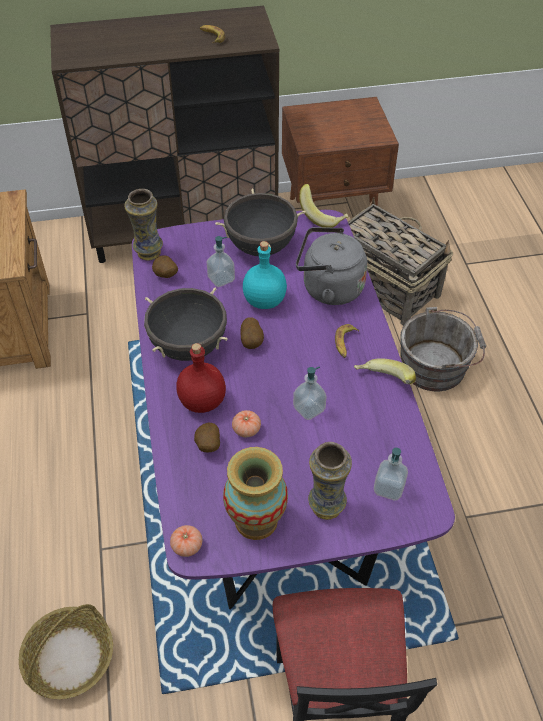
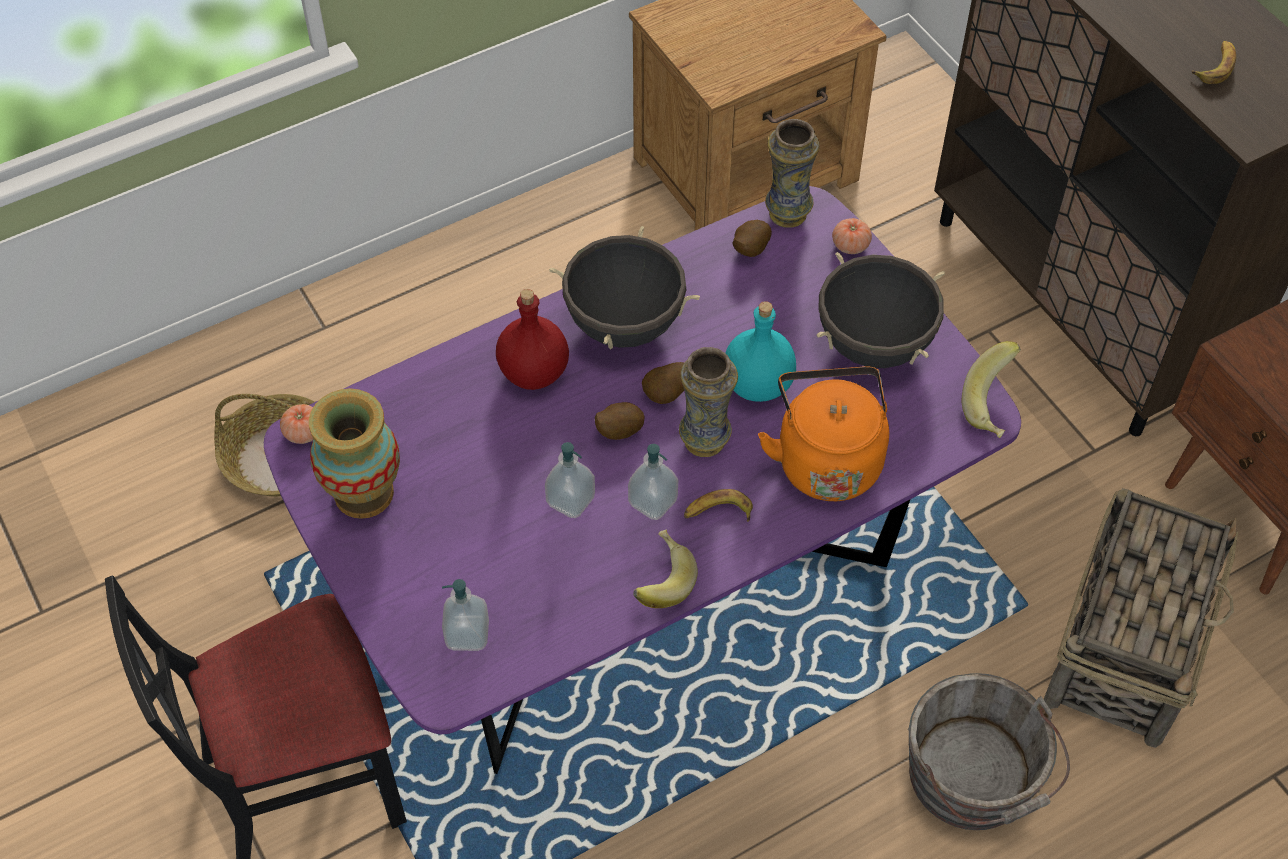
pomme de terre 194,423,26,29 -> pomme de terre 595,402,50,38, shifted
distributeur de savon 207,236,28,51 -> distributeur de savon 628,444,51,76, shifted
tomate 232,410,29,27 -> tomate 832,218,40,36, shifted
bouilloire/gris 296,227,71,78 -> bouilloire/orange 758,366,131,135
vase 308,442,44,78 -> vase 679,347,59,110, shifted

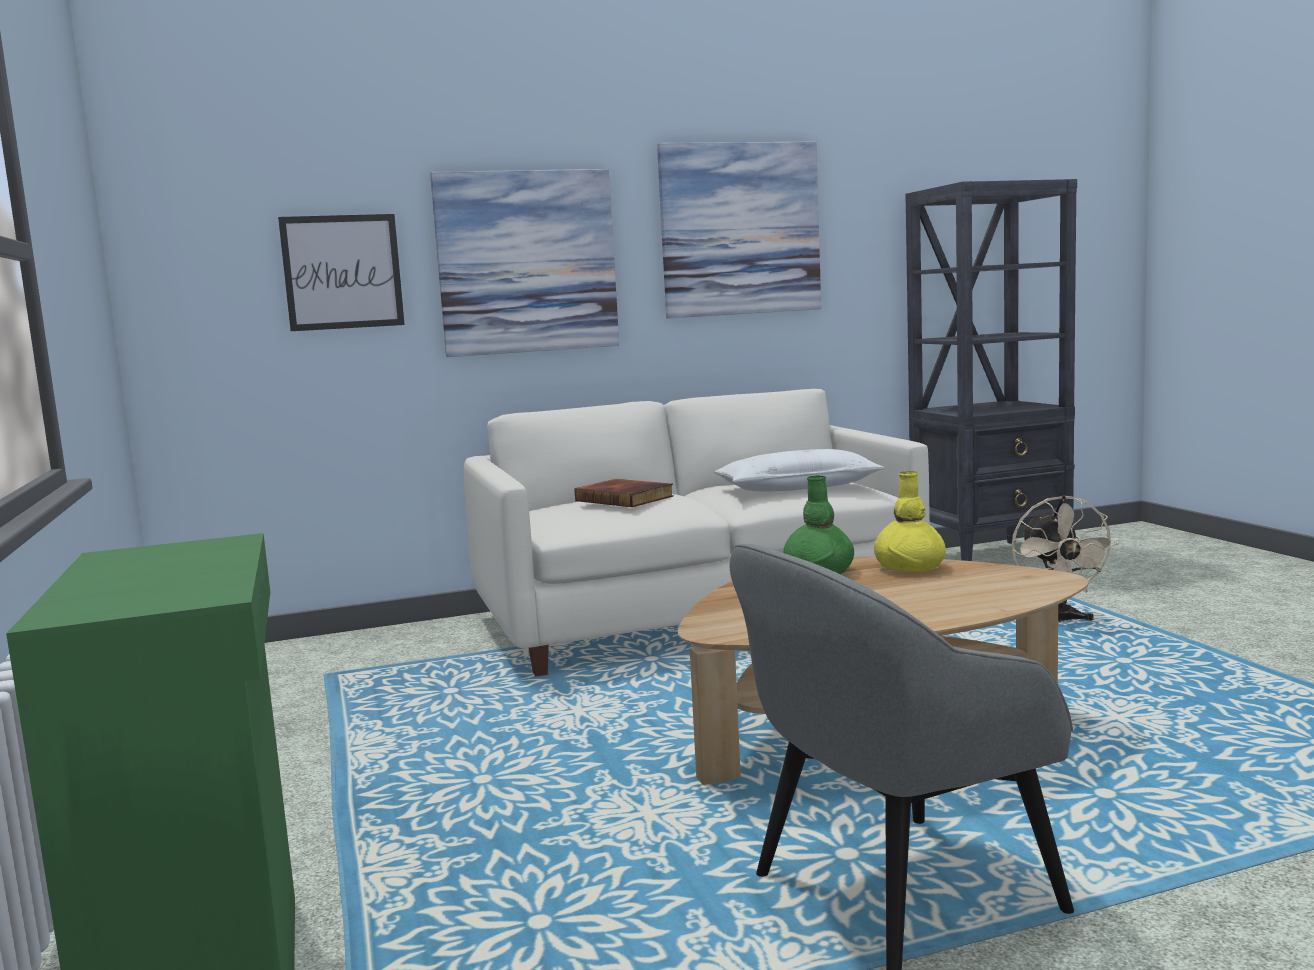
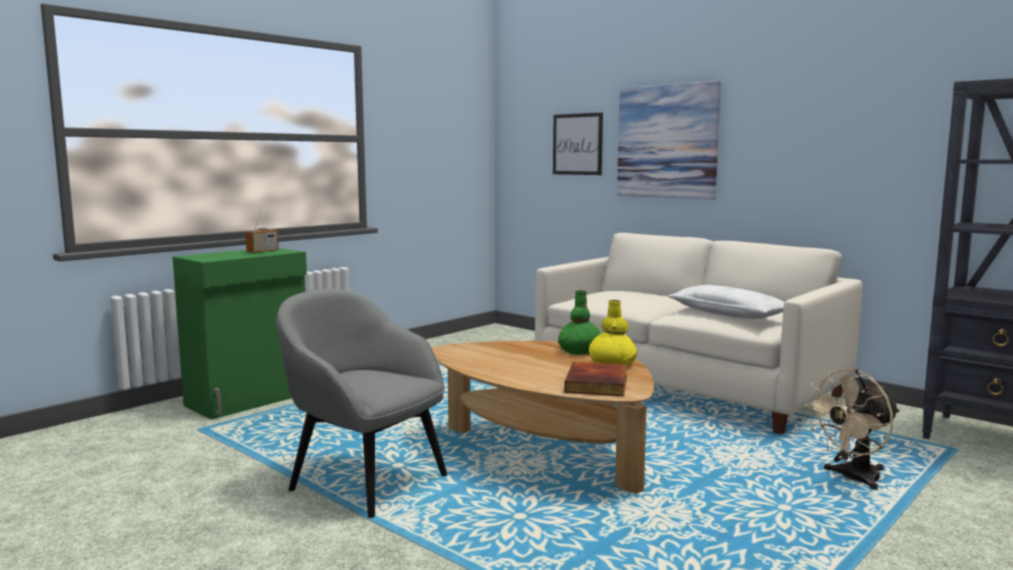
livre 574,479,100,28 -> livre 564,362,63,34, shifted
tableau 657,141,164,177 -> none
none -> radio 246,208,33,45

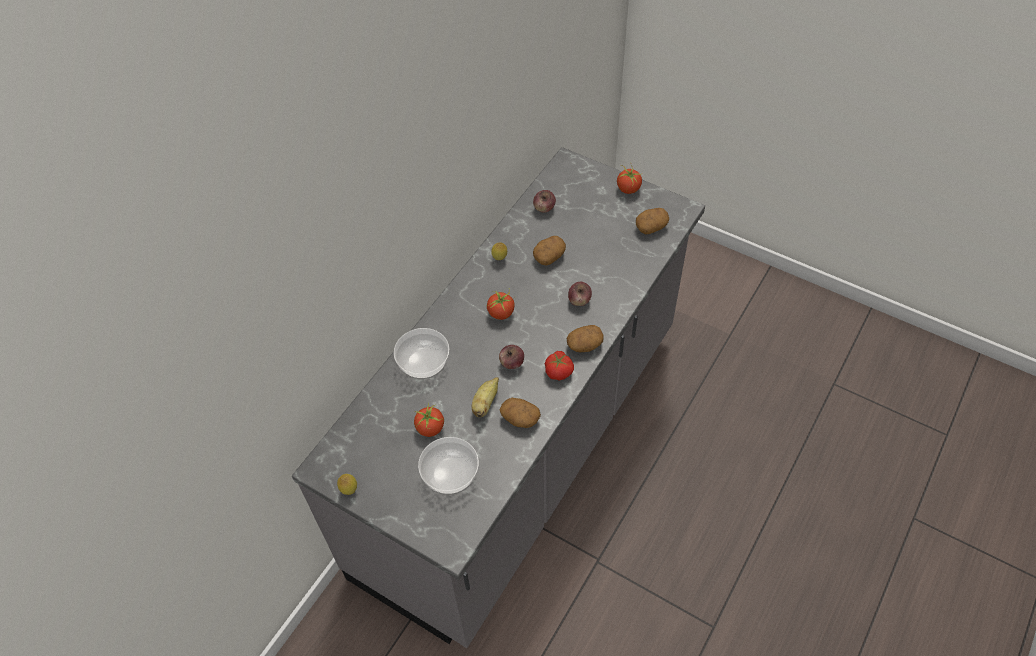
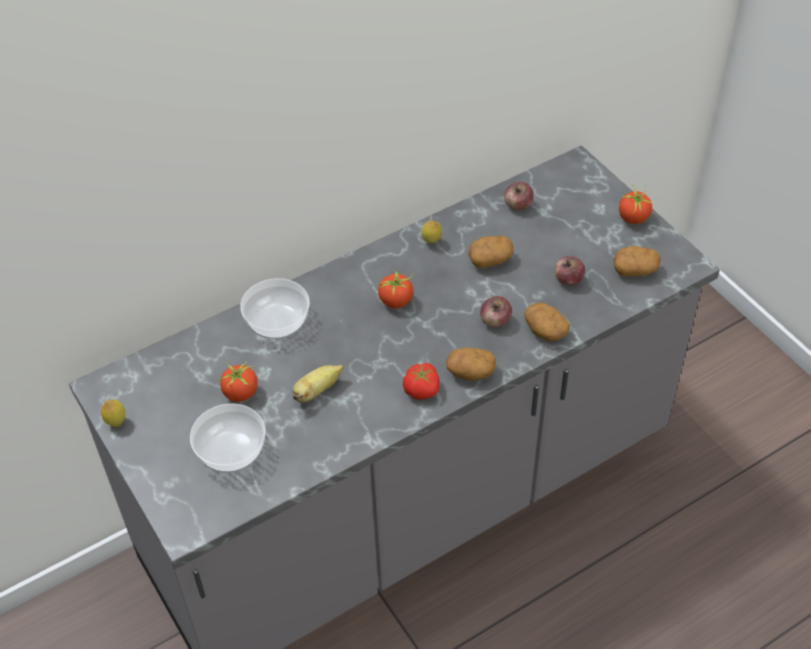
pomme 499,345,25,24 -> pomme 555,256,30,29, shifted
pomme de terre 500,398,41,30 -> pomme de terre 524,303,46,38, shifted

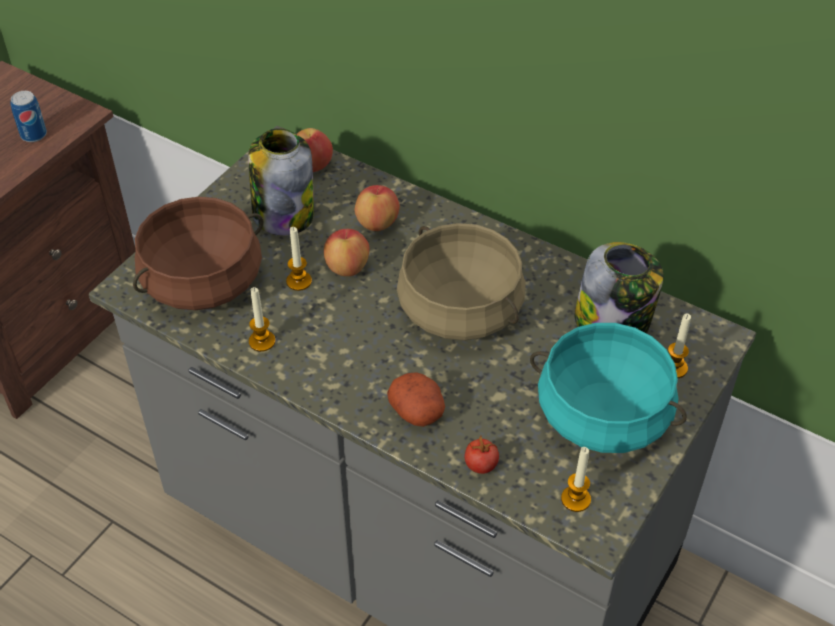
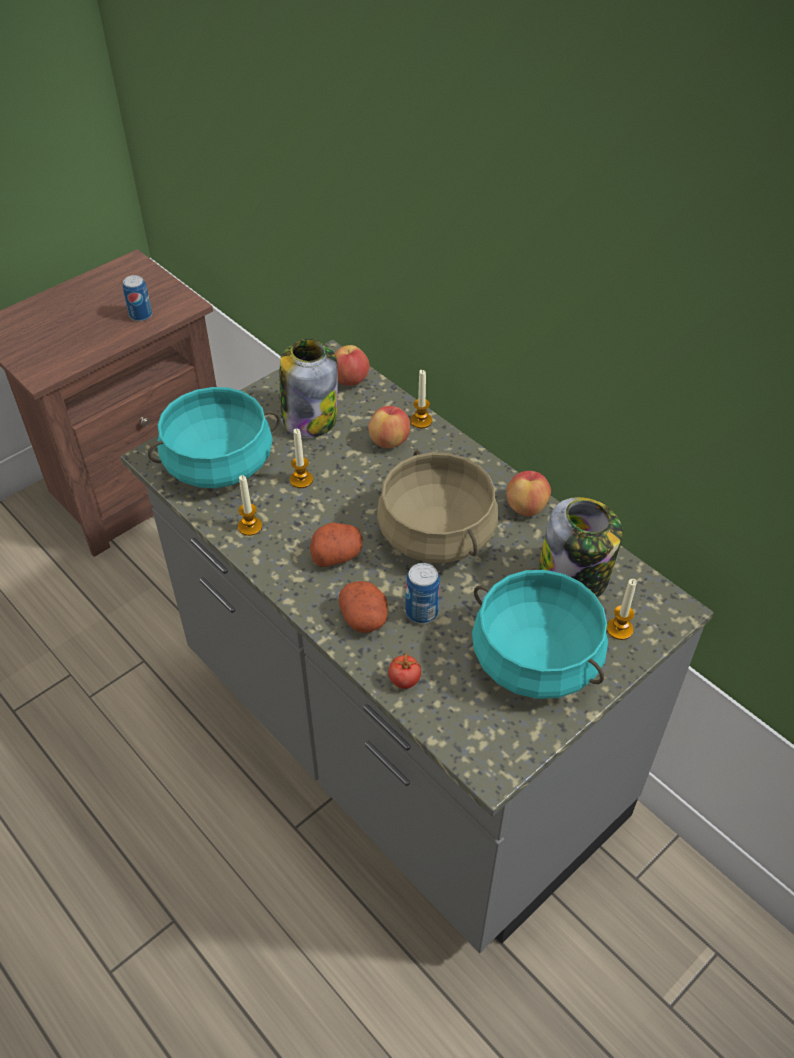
marmite/marron 133,197,131,113 -> marmite/turquoise 148,387,132,101
pomme 324,229,45,47 -> pomme 507,471,44,45, shifted
bougie 561,447,30,65 -> bougie 410,370,22,58, shifted
none -> pomme de terre 309,522,54,45
none -> boîte métallique 405,563,35,61

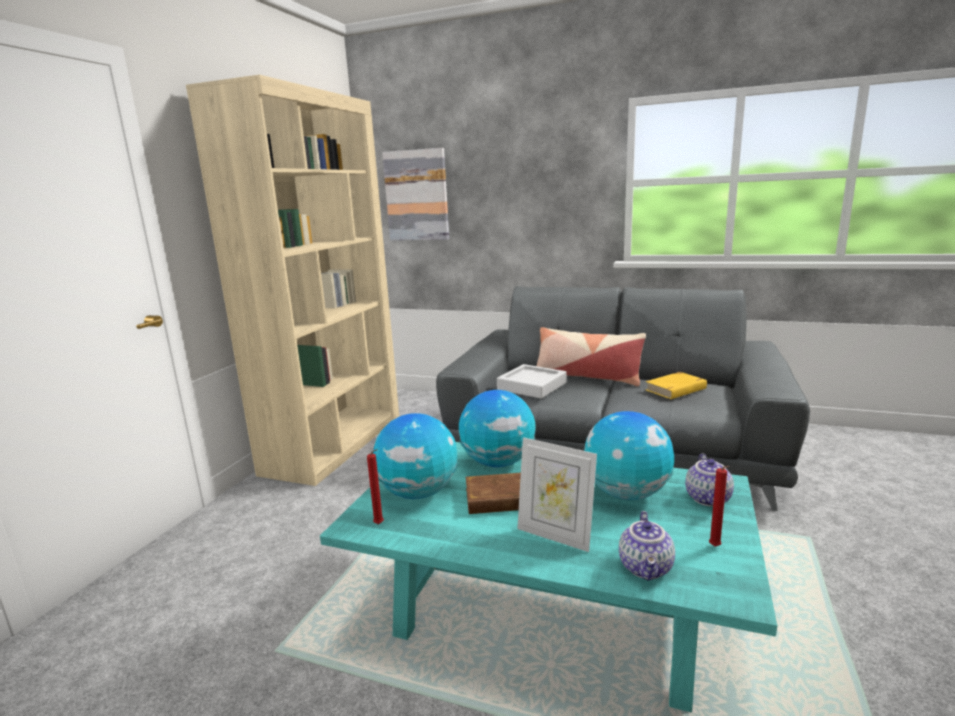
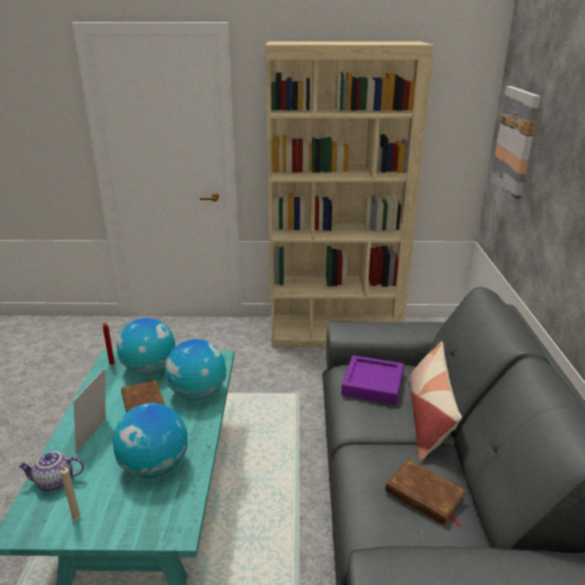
plateau/gris 497,364,69,35 -> plateau/violet 341,355,63,50
livre/jaune 645,372,62,27 -> livre/marron 385,459,81,68
théière 685,453,49,54 -> none
bougie/rouge 709,466,20,81 -> bougie/beige 55,467,26,54

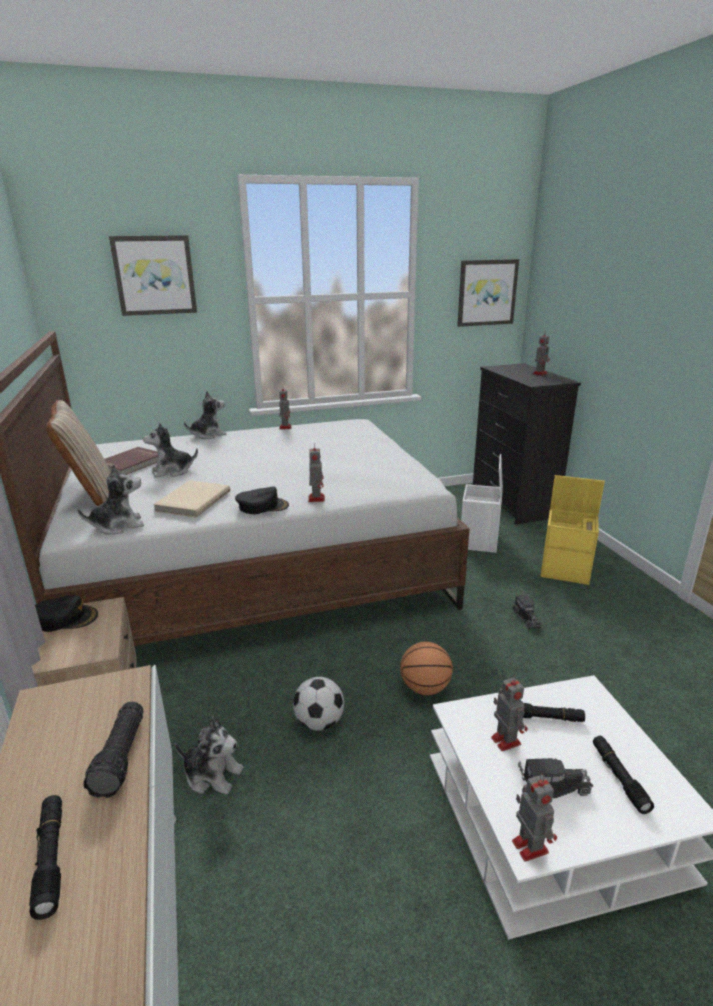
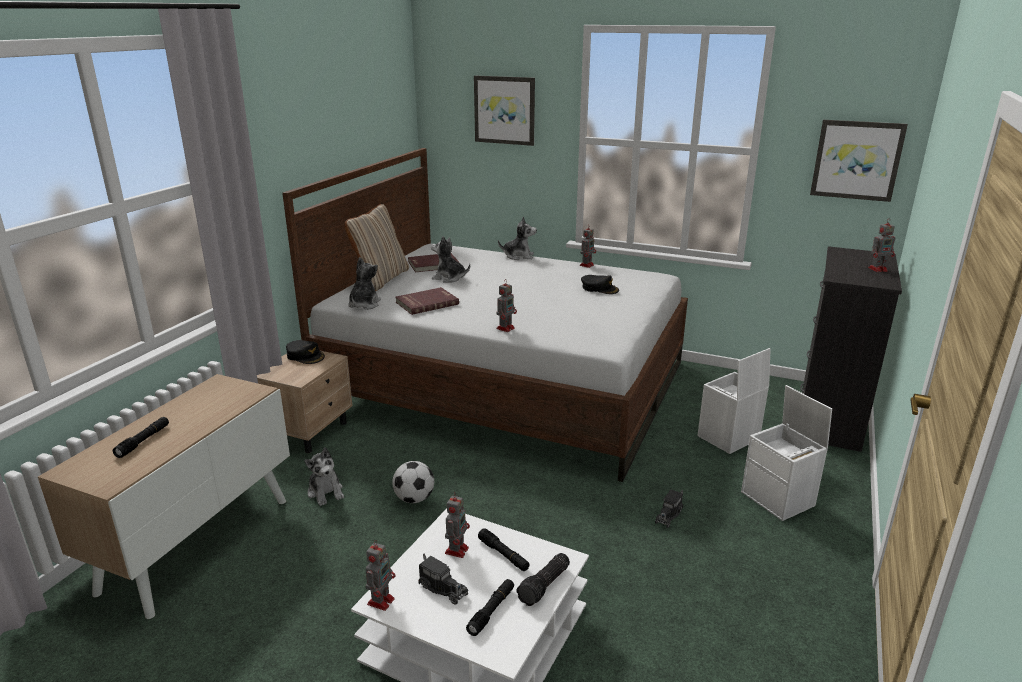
peluche 77,464,67,71 -> peluche 348,257,33,53, 90 degrees counterclockwise
lampe de poche 83,702,60,96 -> lampe de poche 516,553,54,53, shifted
livre/beige 153,480,77,37 -> livre/rouge 396,287,63,28
casquette/noir 235,486,54,28 -> casquette/noir 581,275,38,19, shifted
ballon de basket 400,642,53,53 -> none
boîte de rangement/jaune 540,475,65,110 -> boîte de rangement/blanc 741,385,91,136

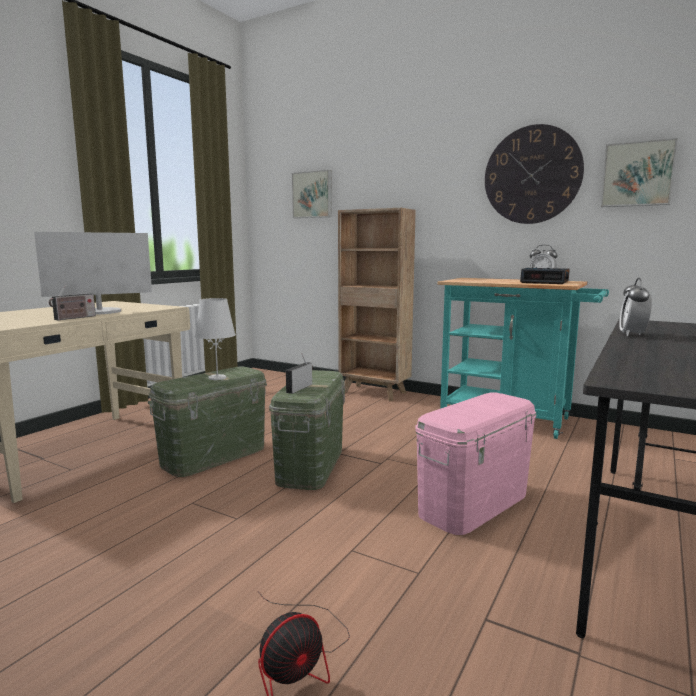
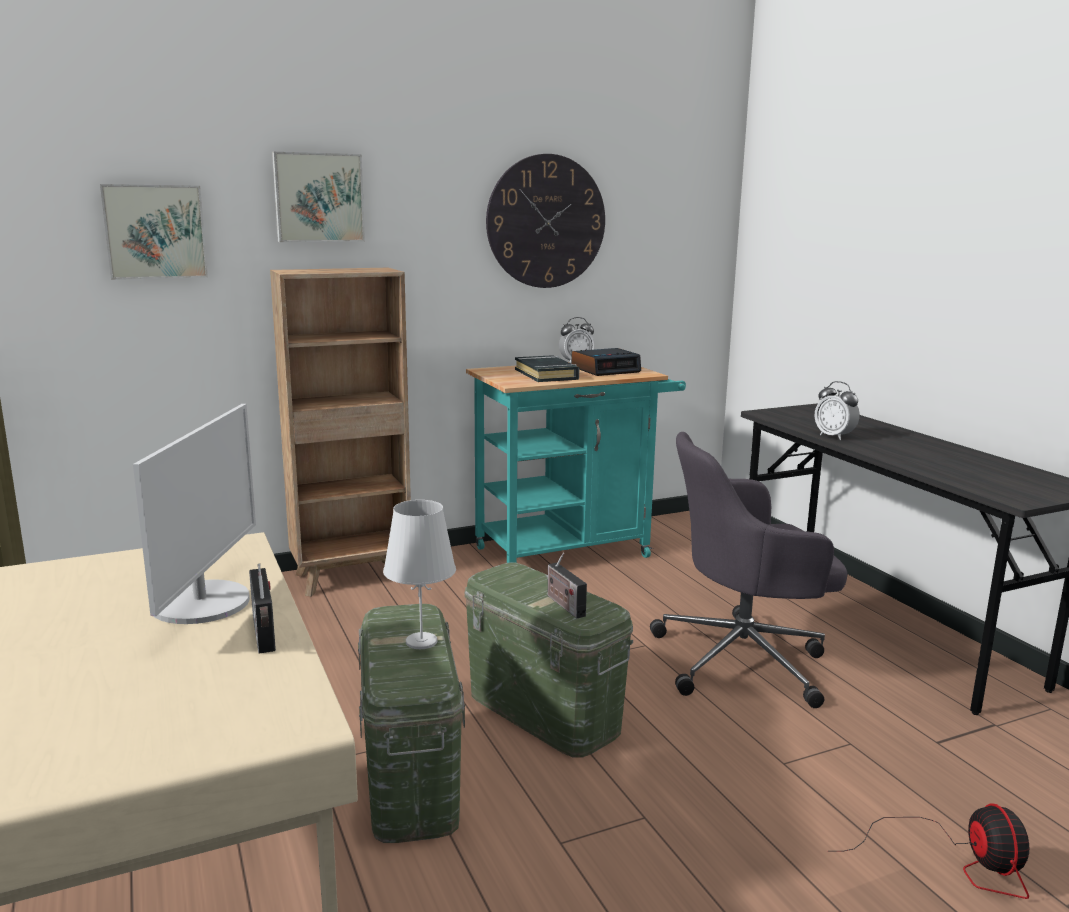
boîte de rangement/rose 415,393,121,142 -> chaise de bureau/gris 650,432,198,276
tableau 600,138,78,69 -> tableau 272,152,93,90, shifted
none -> livre/noir 515,355,64,27

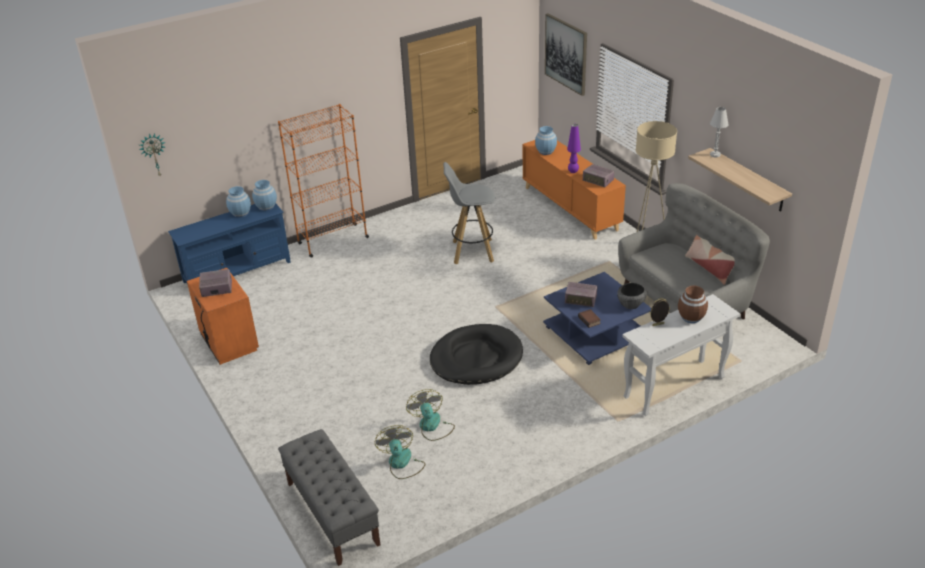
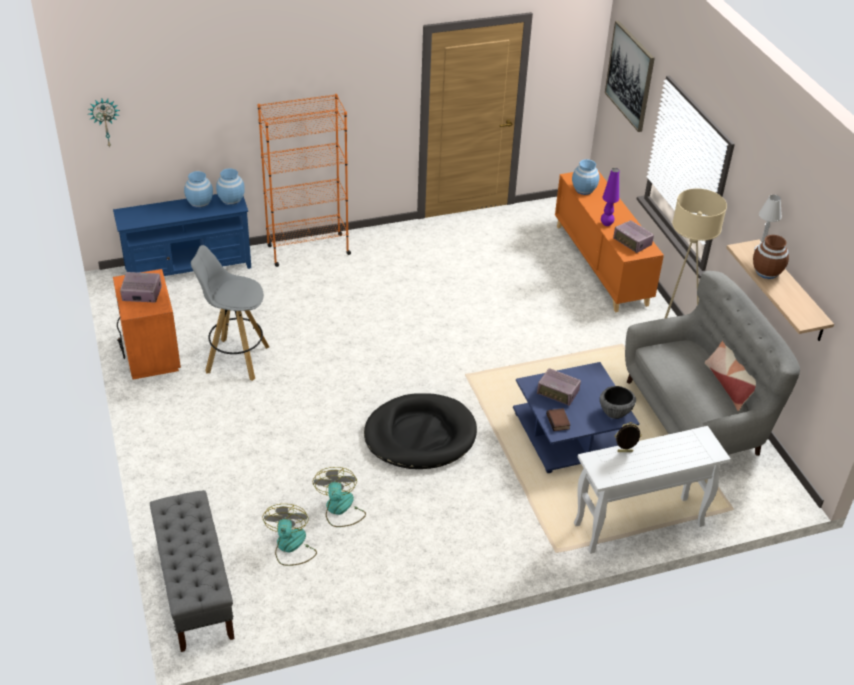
tabouret/gris 443,162,52,102 -> tabouret/gris 191,245,78,136, shifted
vase/marron 678,285,30,38 -> vase/marron 753,235,36,44, shifted

